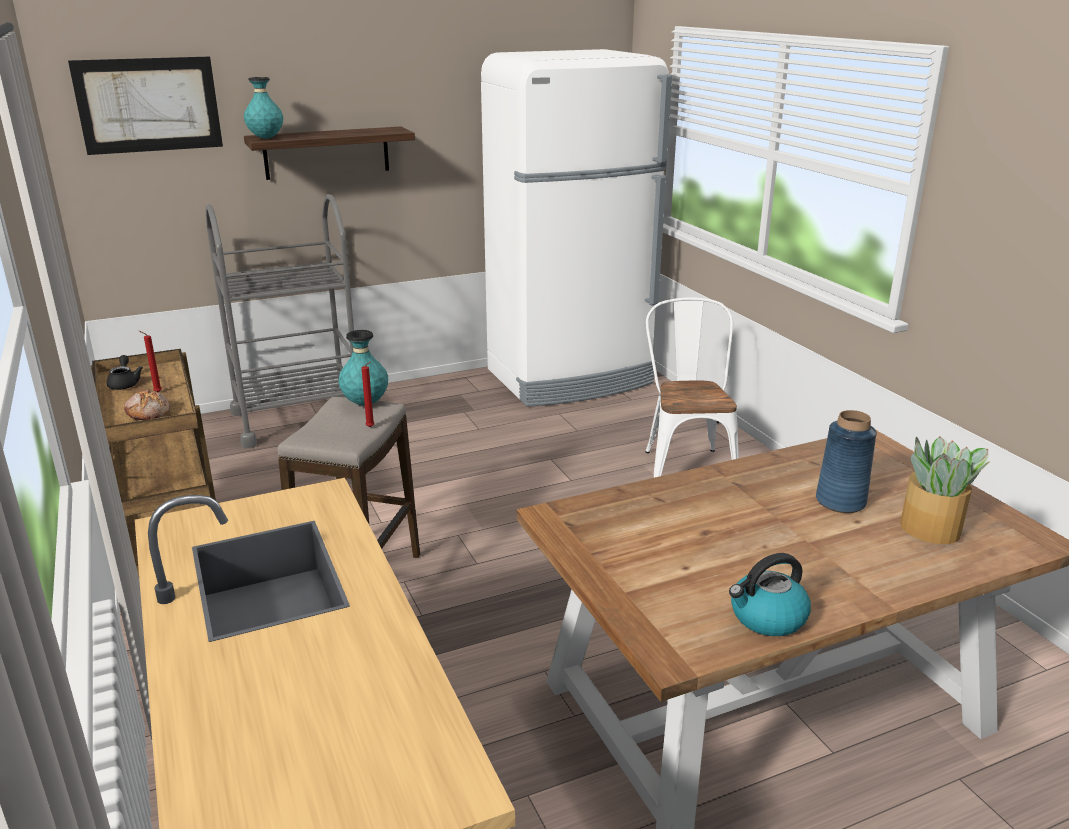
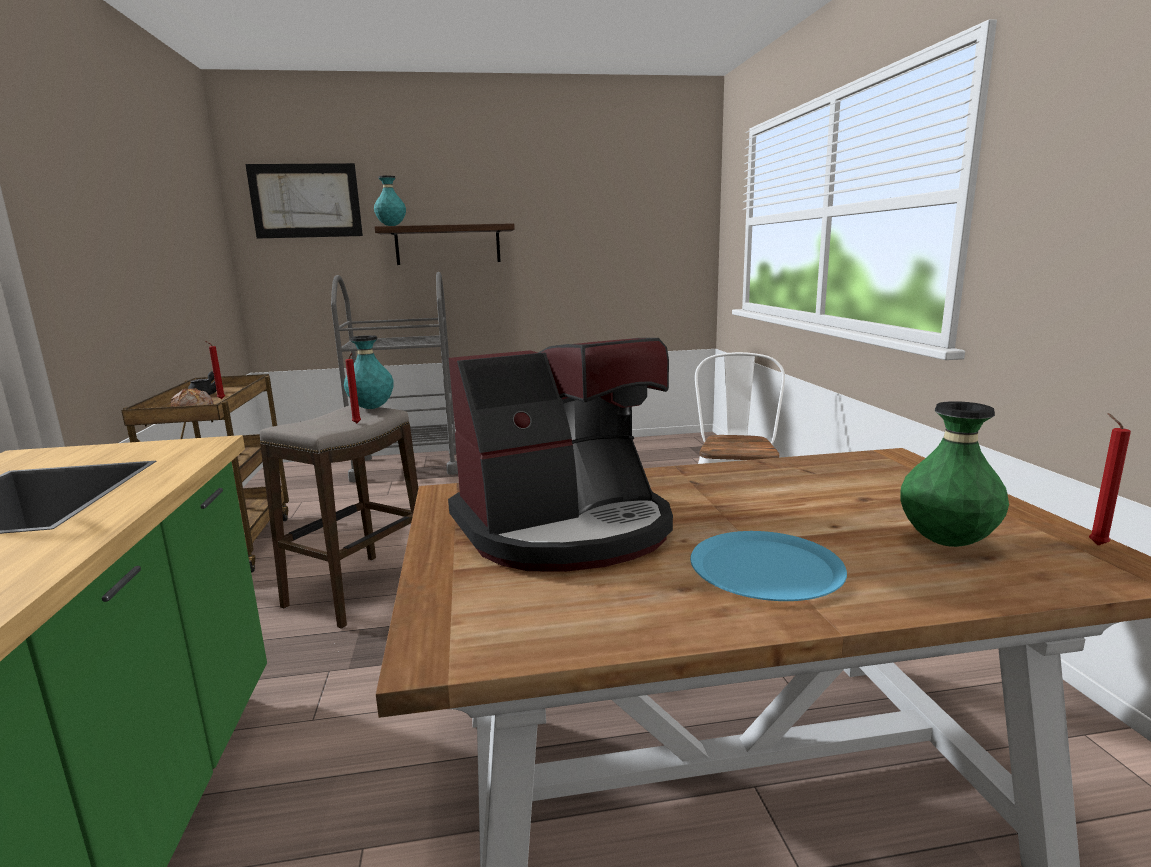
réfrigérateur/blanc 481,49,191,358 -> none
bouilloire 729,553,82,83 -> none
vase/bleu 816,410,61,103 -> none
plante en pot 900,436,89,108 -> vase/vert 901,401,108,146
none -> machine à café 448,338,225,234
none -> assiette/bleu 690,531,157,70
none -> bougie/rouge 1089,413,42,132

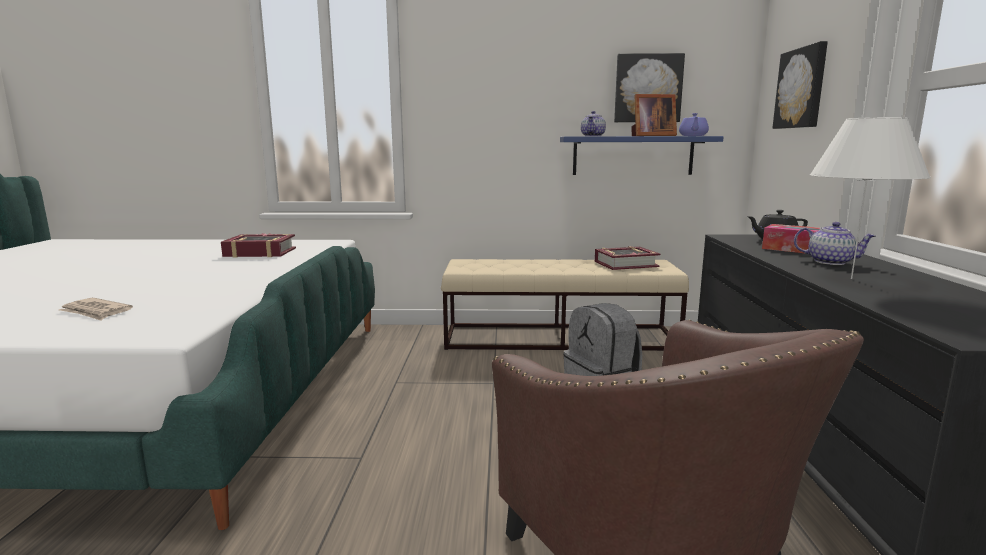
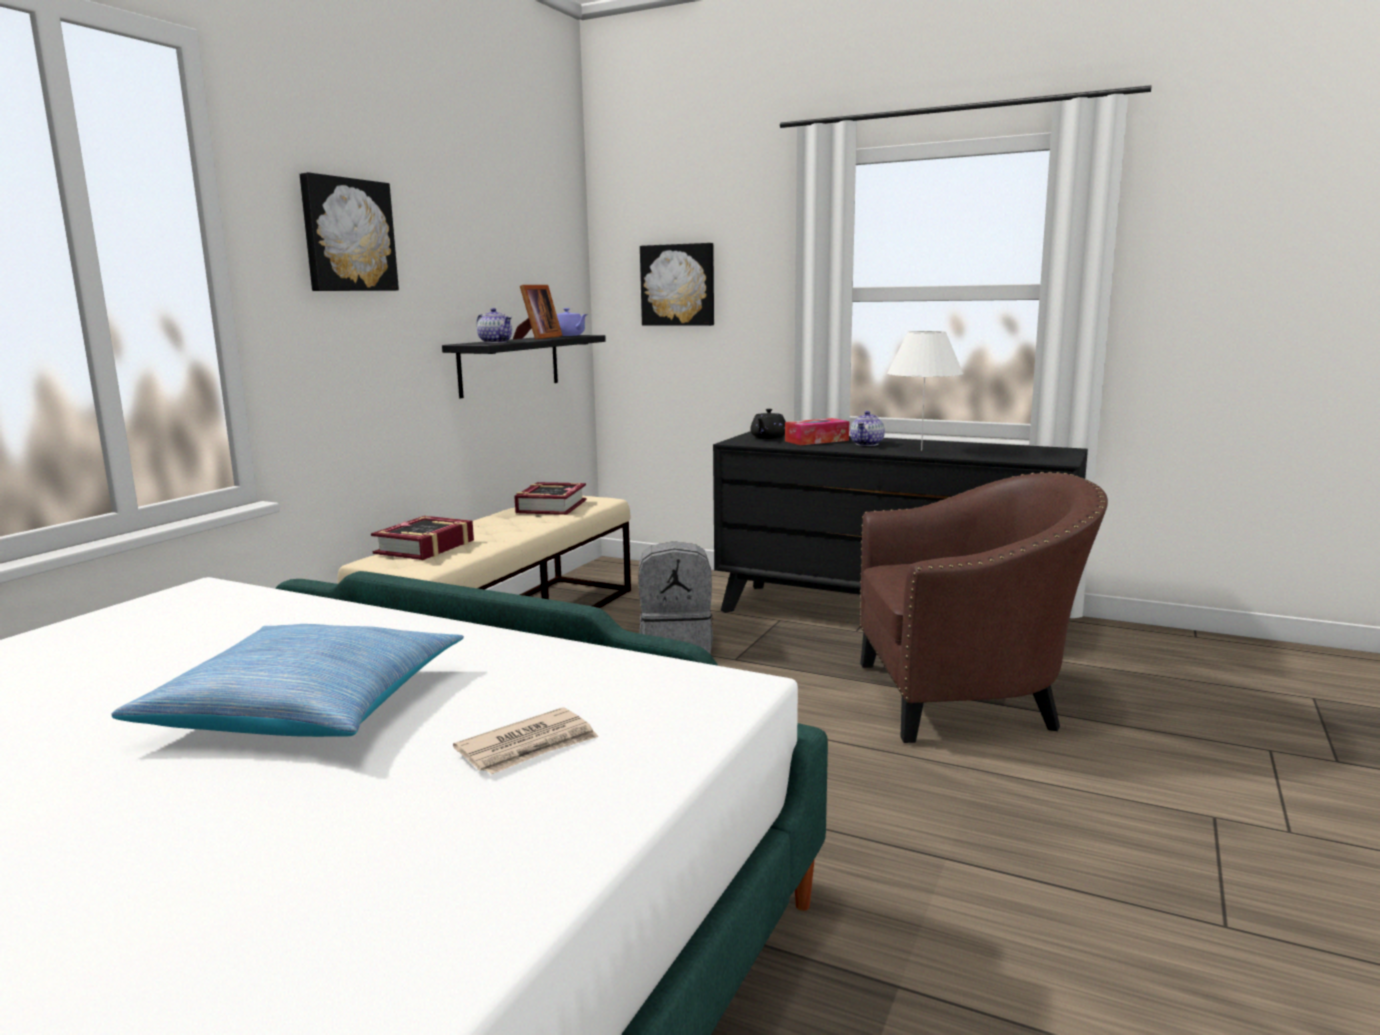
livre 221,233,75,25 -> livre 371,516,103,44, shifted
étagère/bleu 560,136,164,39 -> étagère/noir 442,335,164,63
tableau 614,53,71,69 -> tableau 299,172,100,119, shifted
théière 794,222,82,43 -> théière 850,411,35,35, 150 degrees clockwise
none -> coussin 111,624,353,113

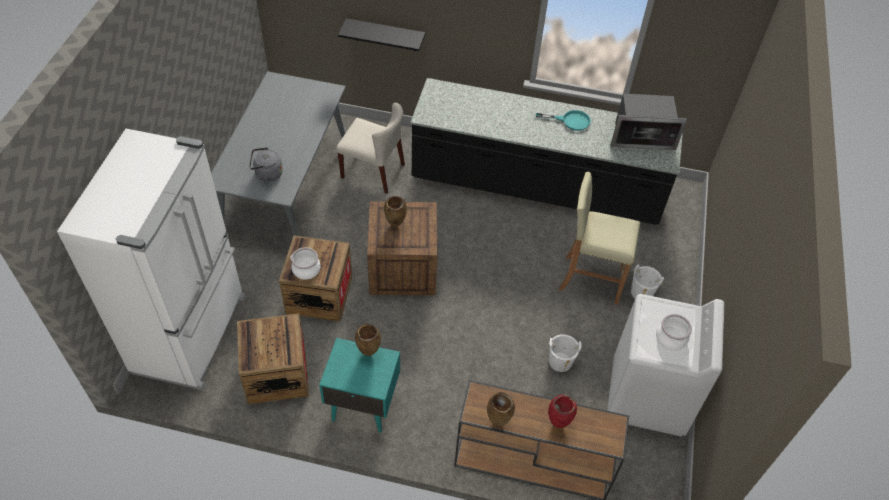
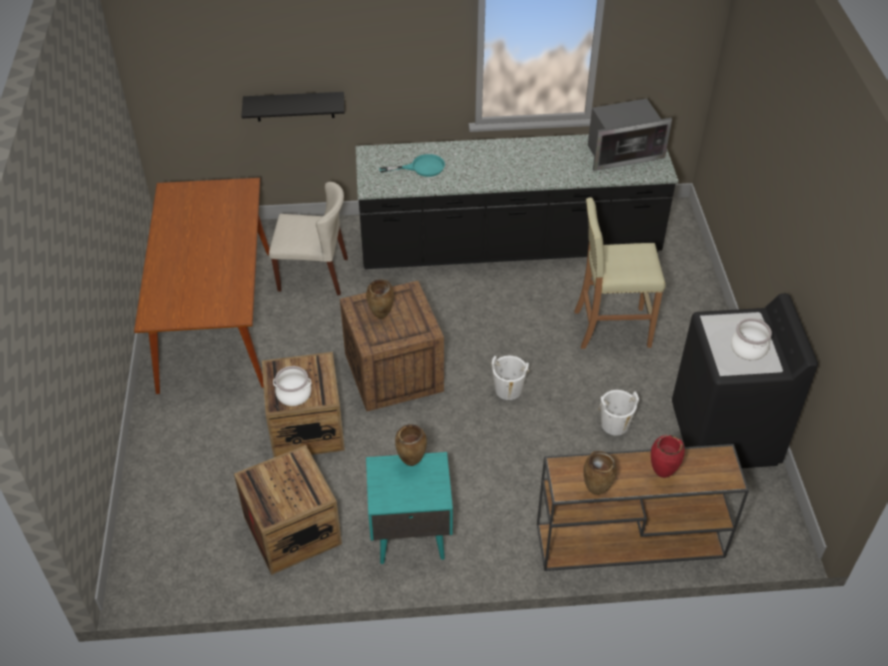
réfrigérateur/blanc 57,129,188,261 -> none
table à manger/gris 211,71,135,165 -> table à manger/marron 134,178,135,216
bouilloire/gris 249,147,34,35 -> none
poêle/turquoise 536,110,55,21 -> poêle/turquoise 379,154,66,23, shifted
lave-linge/blanc 607,294,117,143 -> lave-linge/noir 672,293,146,175
seau/blanc 631,264,33,34 -> seau/blanc 491,356,39,44, shifted

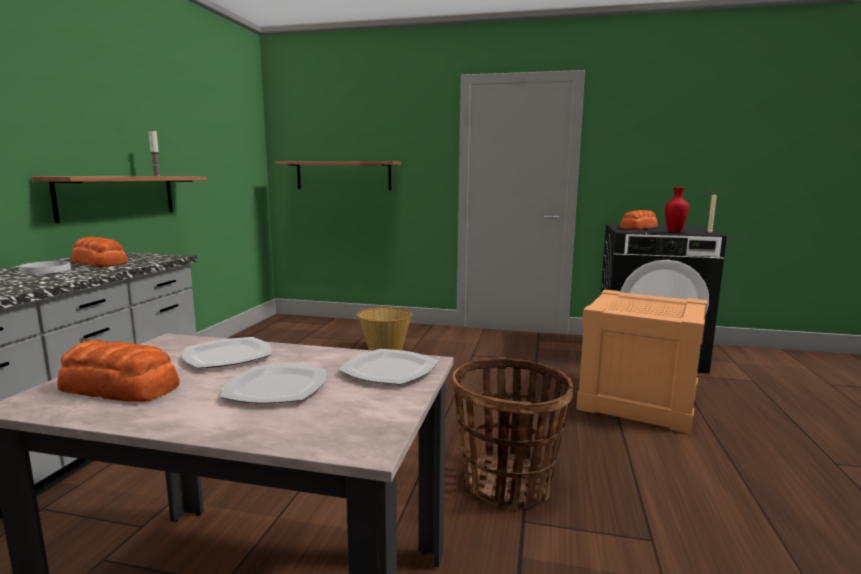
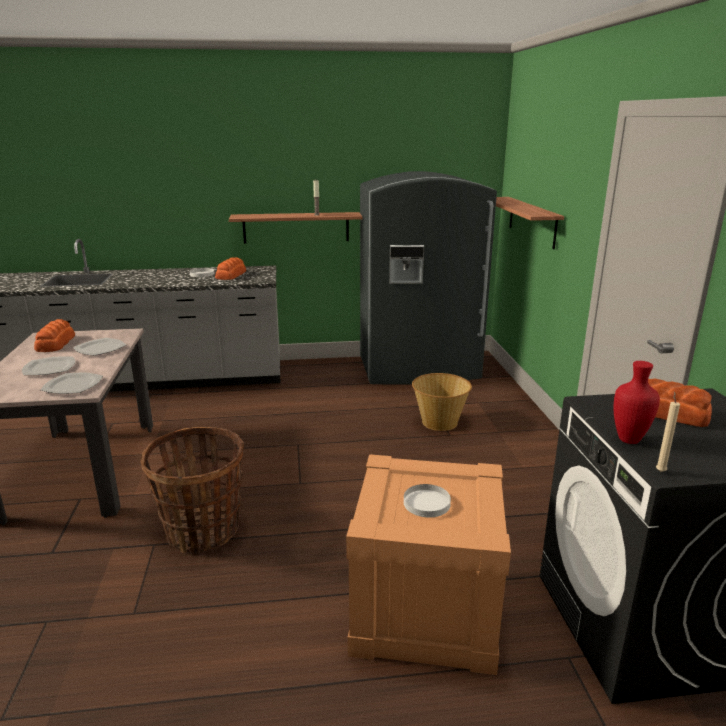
none -> réfrigérateur/gris 360,171,137,214
none -> assiette/blanc 404,484,47,34

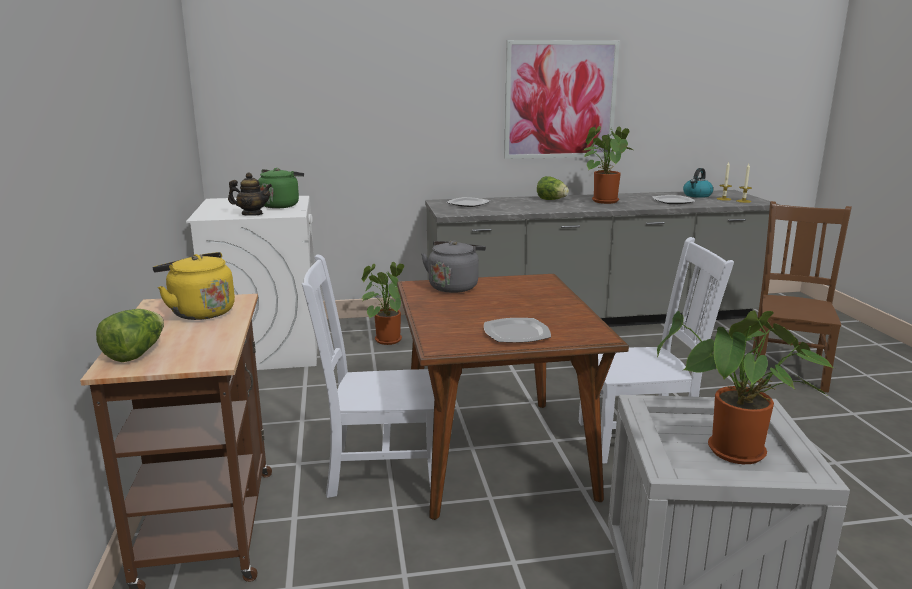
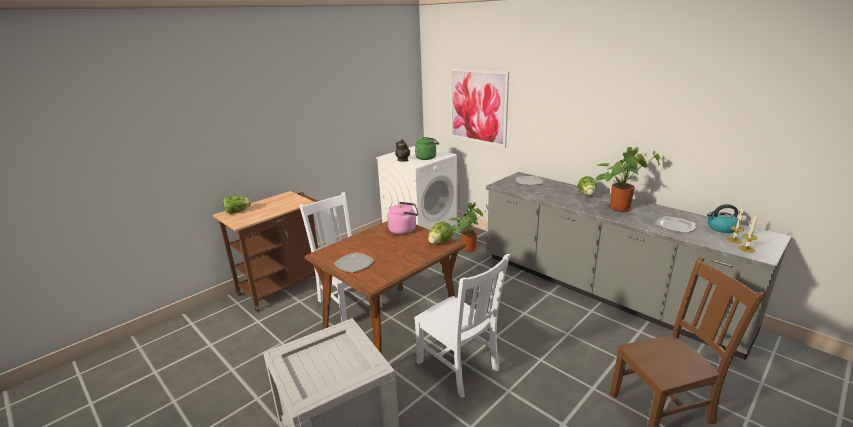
bouilloire/jaune 153,252,82,68 -> none
bouilloire/gris 421,240,65,53 -> bouilloire/rose 387,202,31,32
tableau 504,40,116,119 -> tableau 450,68,59,80, shifted
plante en pot 657,311,178,153 -> none
none -> laitue 428,222,25,22

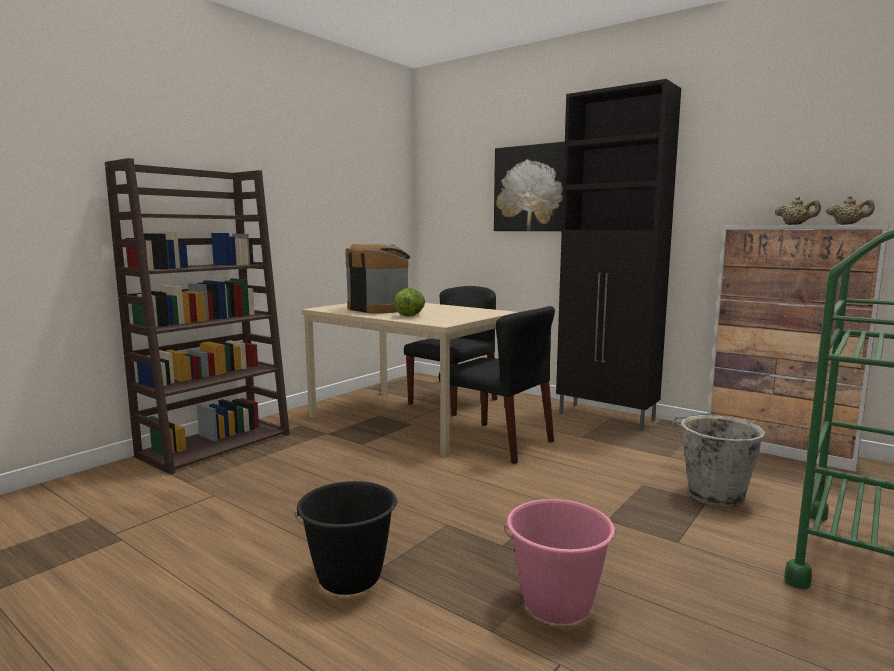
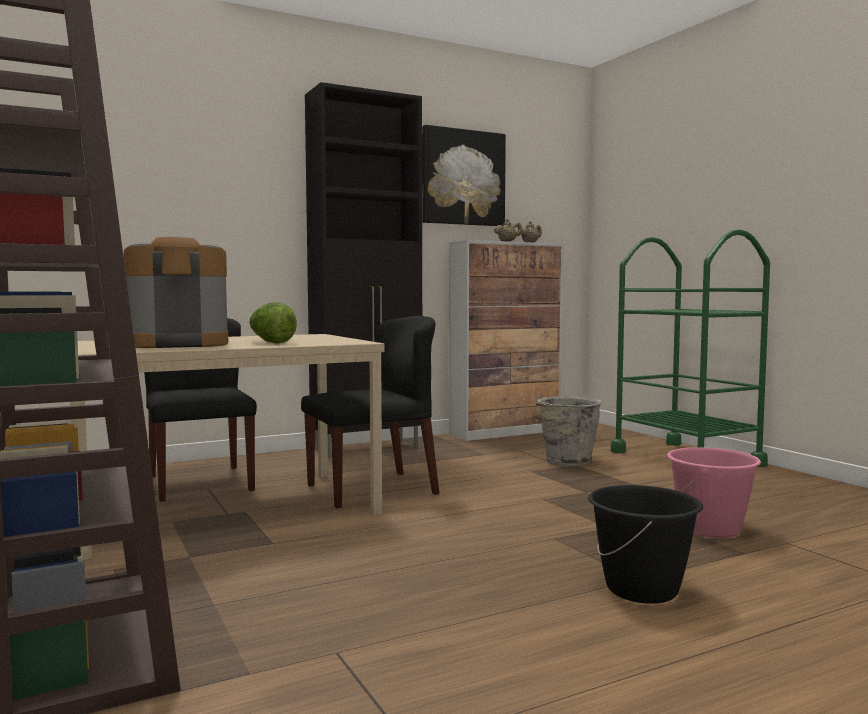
tableau 494,141,71,90 -> tableau 422,125,84,101, shifted

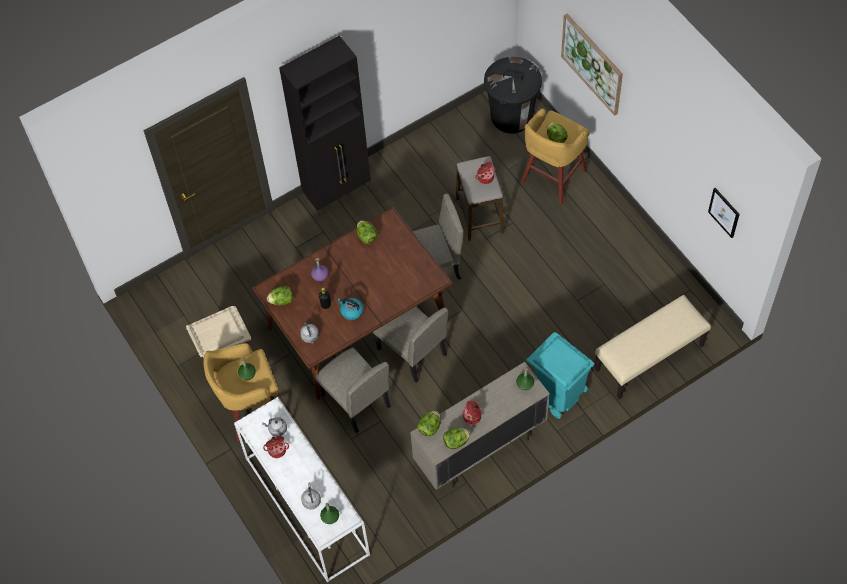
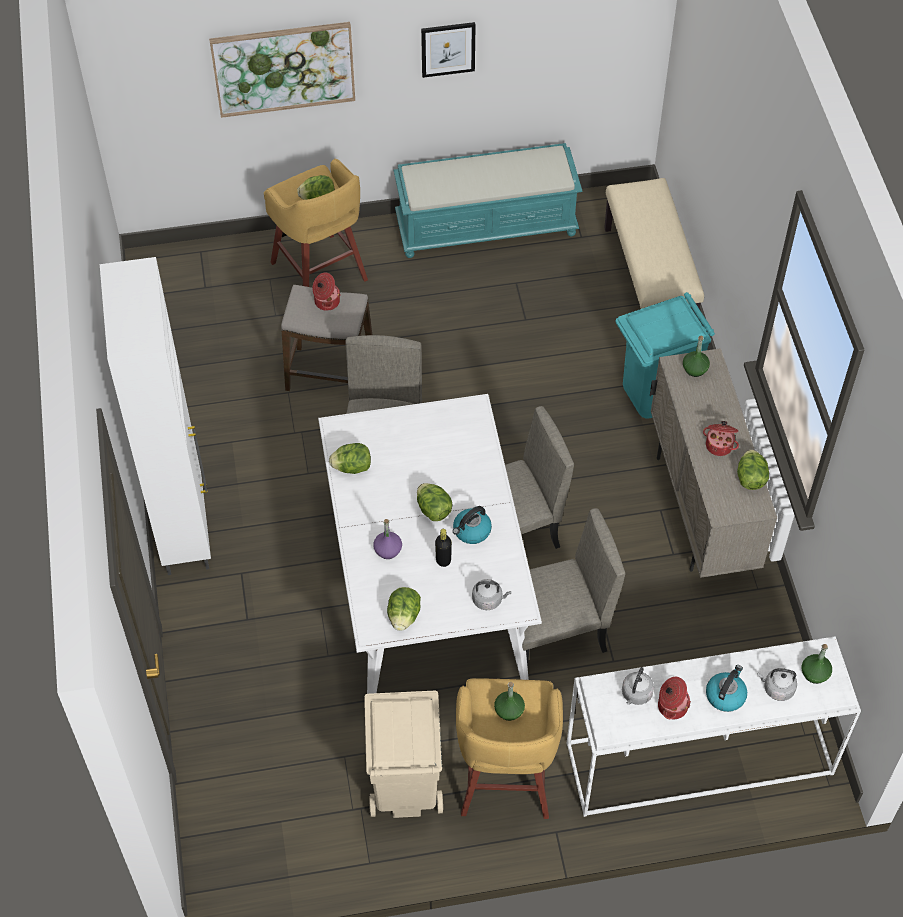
table à manger/marron 252,207,201,193 -> table à manger/blanc 318,394,224,300
meuble de rangement/noir 279,36,92,180 -> meuble de rangement/blanc 100,257,111,318
laitue 417,411,23,25 -> laitue 417,483,35,38, shifted
poubelle/noir 484,57,58,77 -> none
tableau 708,188,32,50 -> tableau 421,22,55,56, shifted
none -> banc/turquoise 393,143,189,115
none -> bouilloire 706,665,41,47

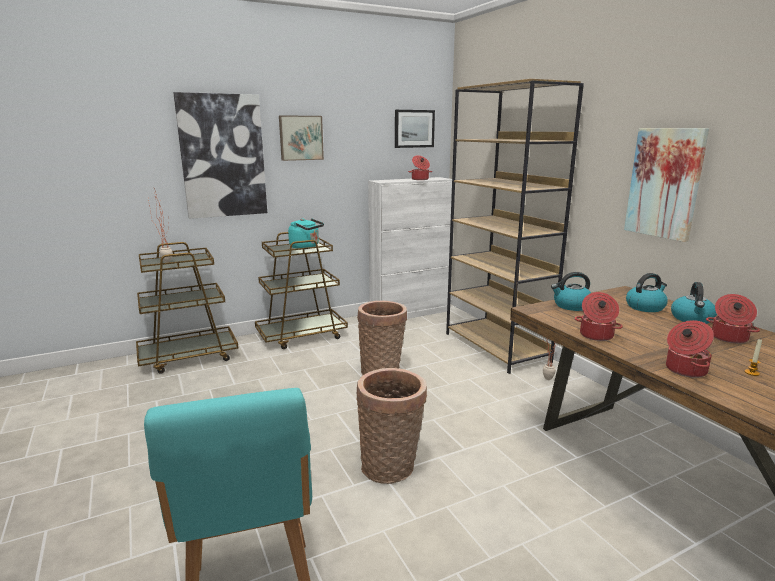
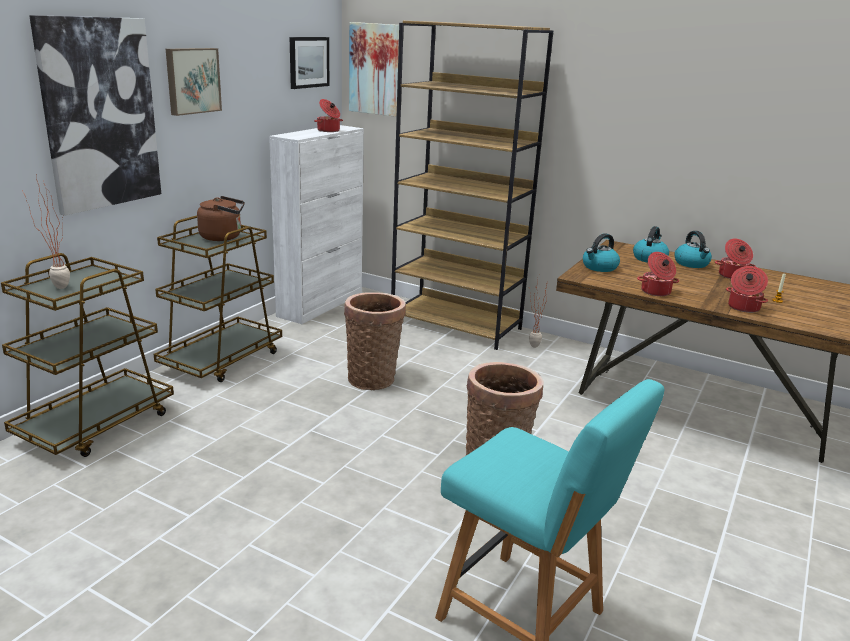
bouilloire/turquoise 288,218,36,31 -> bouilloire/marron 197,196,48,45
tableau 624,128,85,114 -> tableau 349,22,50,95, shifted

